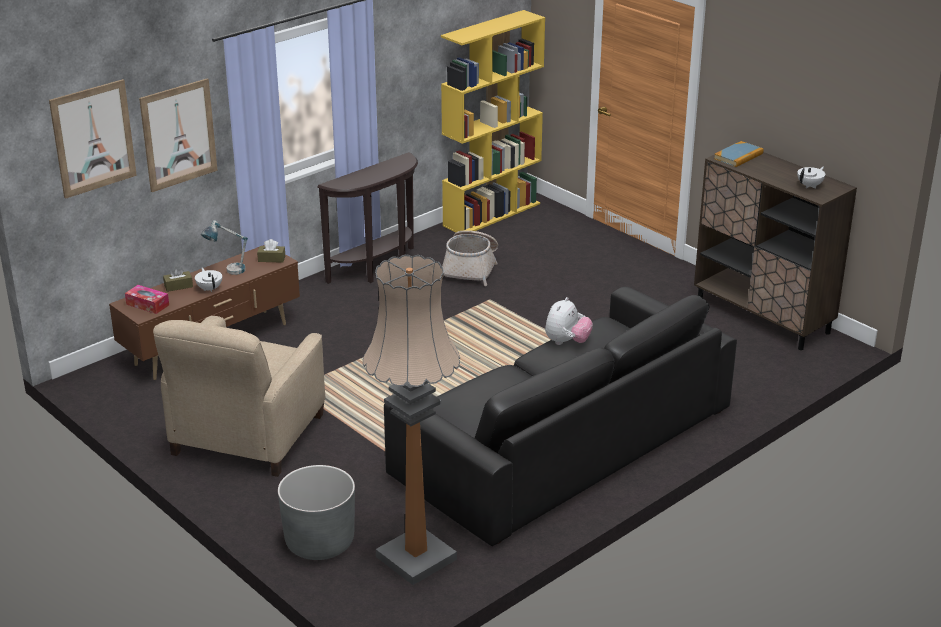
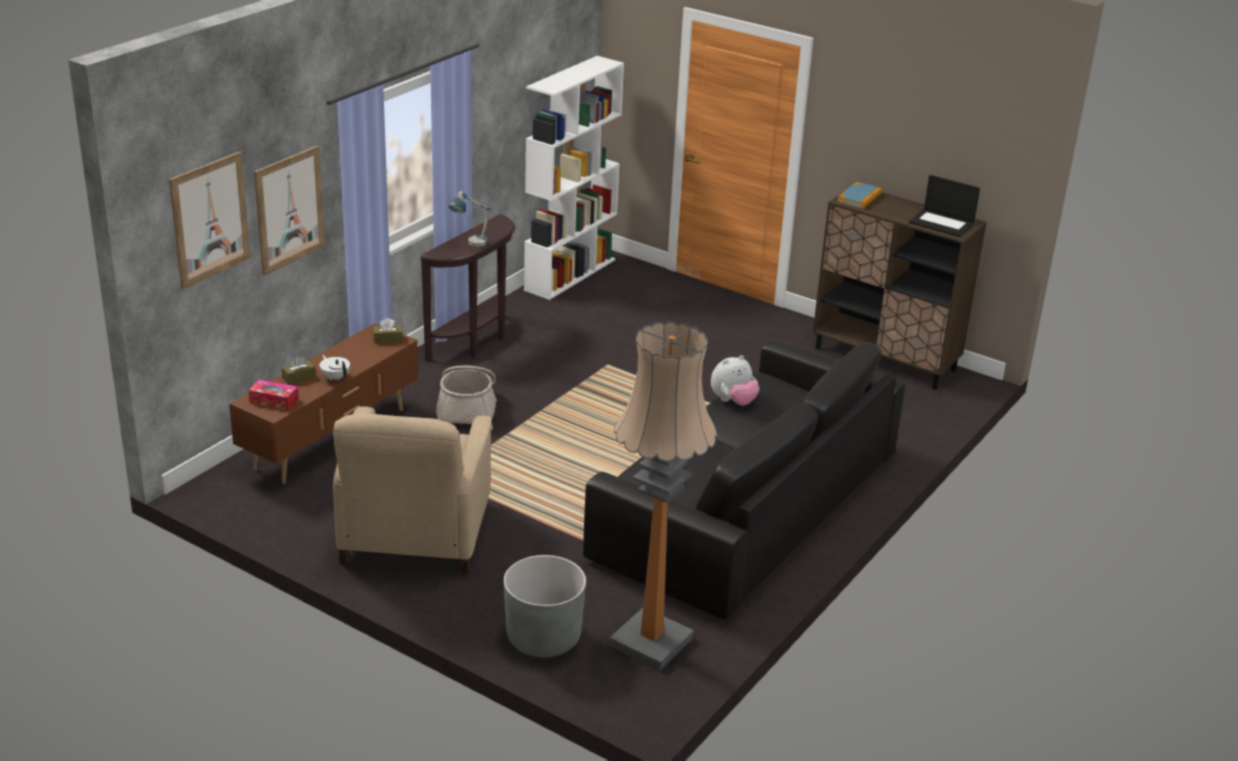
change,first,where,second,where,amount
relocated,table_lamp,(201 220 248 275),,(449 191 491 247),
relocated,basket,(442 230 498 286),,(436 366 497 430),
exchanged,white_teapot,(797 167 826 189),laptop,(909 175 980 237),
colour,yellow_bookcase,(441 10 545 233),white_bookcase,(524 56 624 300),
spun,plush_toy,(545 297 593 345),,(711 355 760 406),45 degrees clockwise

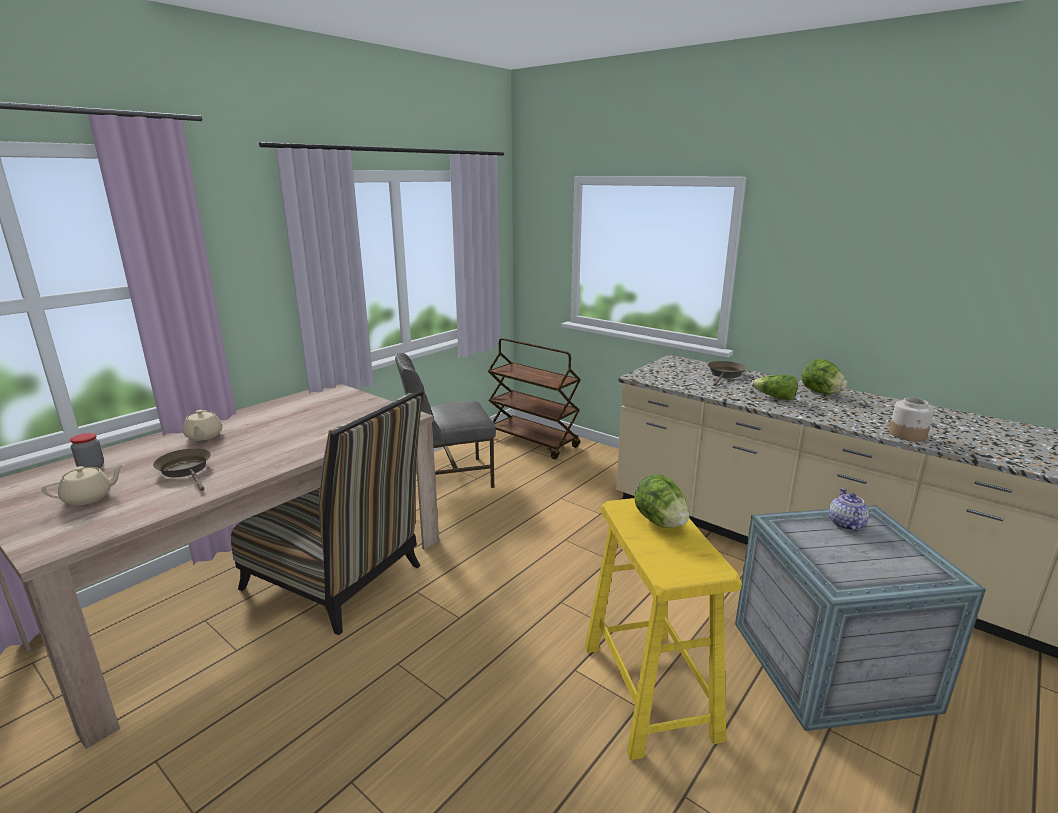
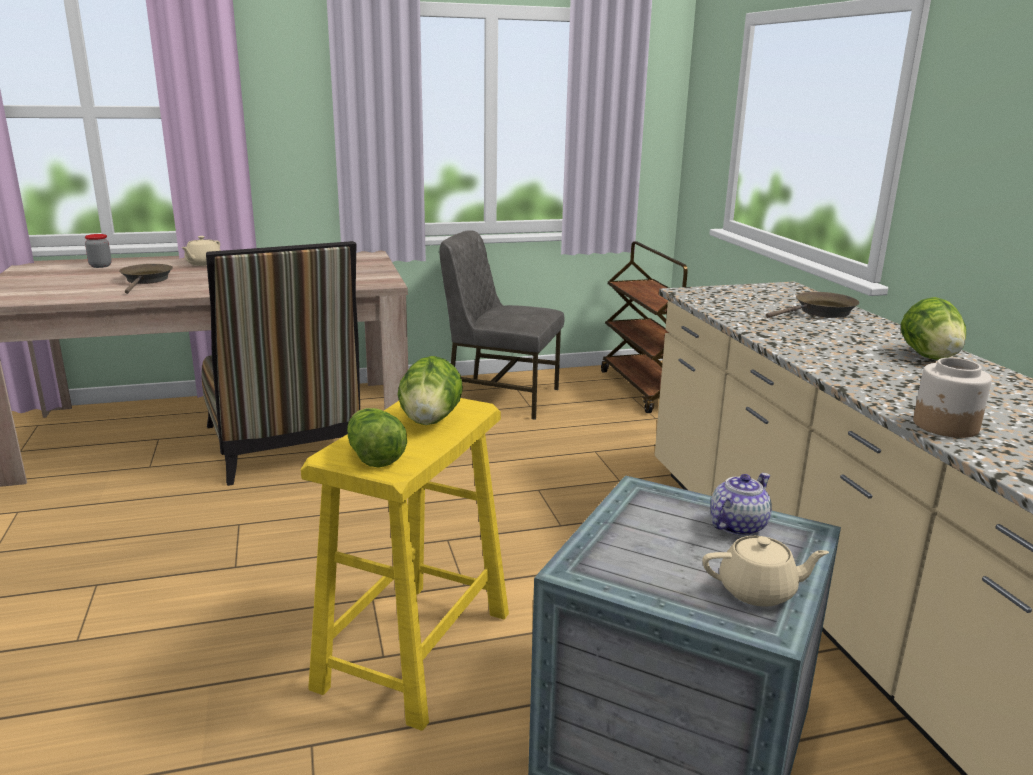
change,first,where,second,where,amount
relocated,beige_teapot,(41 464 125 505),,(703 536 829 607),
relocated,lettuce,(751 375 798 401),,(347 408 407 468),

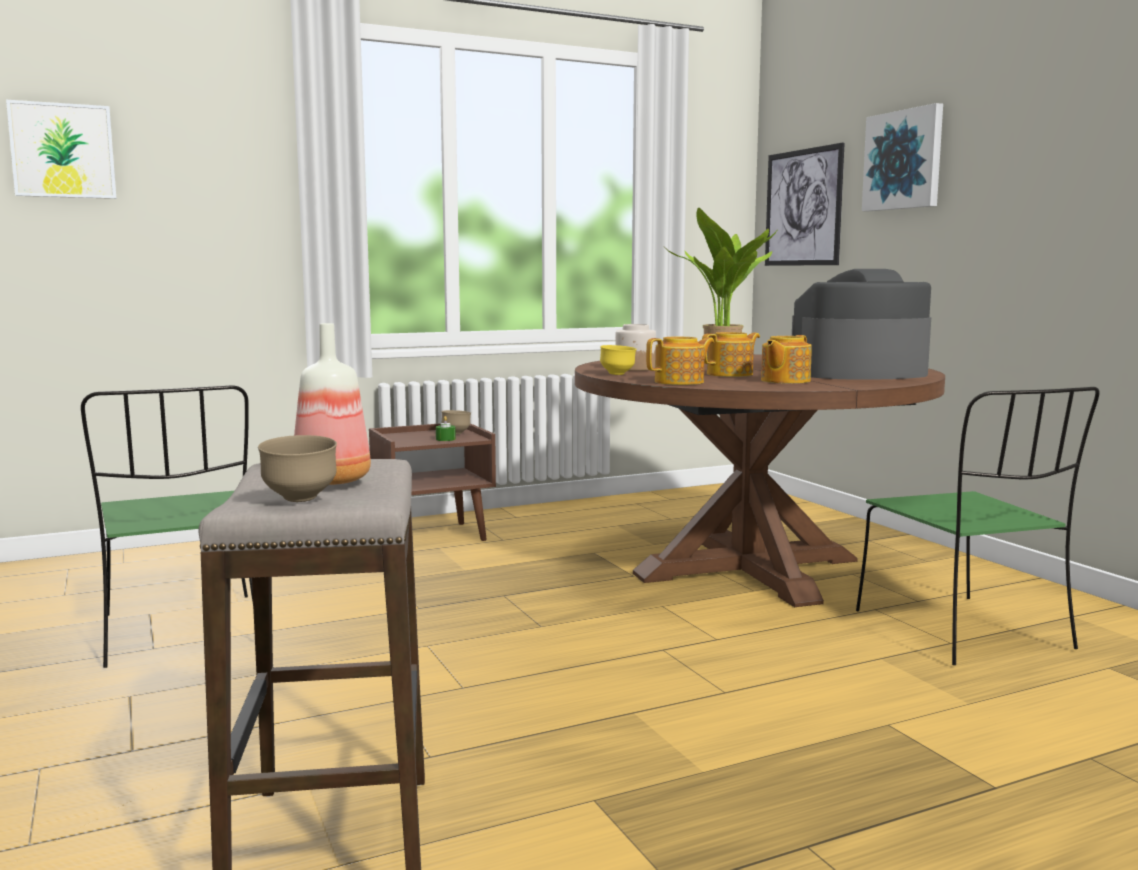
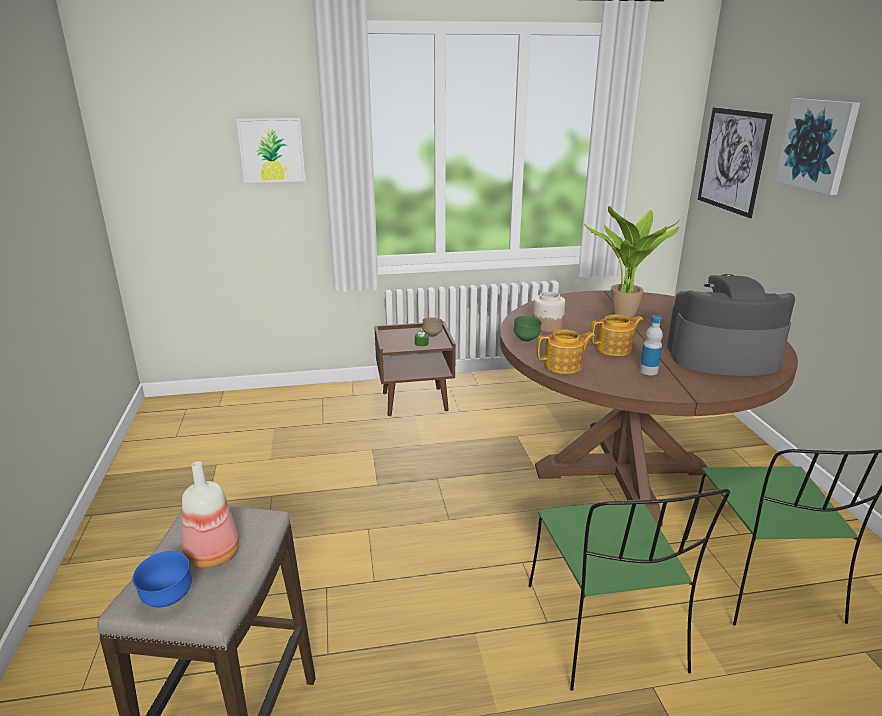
change,first,where,second,where,amount
relocated,picture,(6 100 116 199),,(236 118 306 183),
relocated,green_chair,(81 385 253 668),,(529 489 730 691),
exchanged,teapot,(761 335 812 384),bottle,(640 315 663 375),
colour,brown_bowl,(258 435 337 502),blue_bowl,(133 551 192 607),
colour,yellow_bowl,(600 345 636 375),green_bowl,(514 316 542 342),

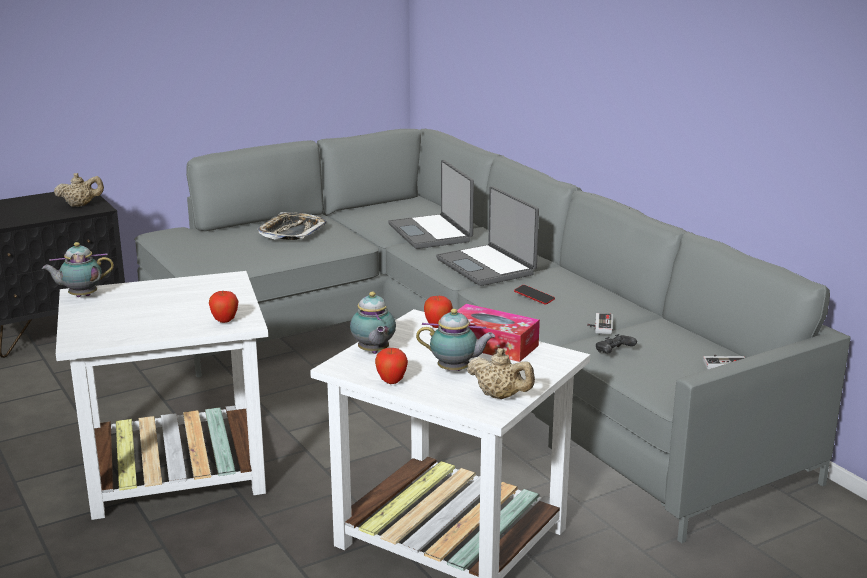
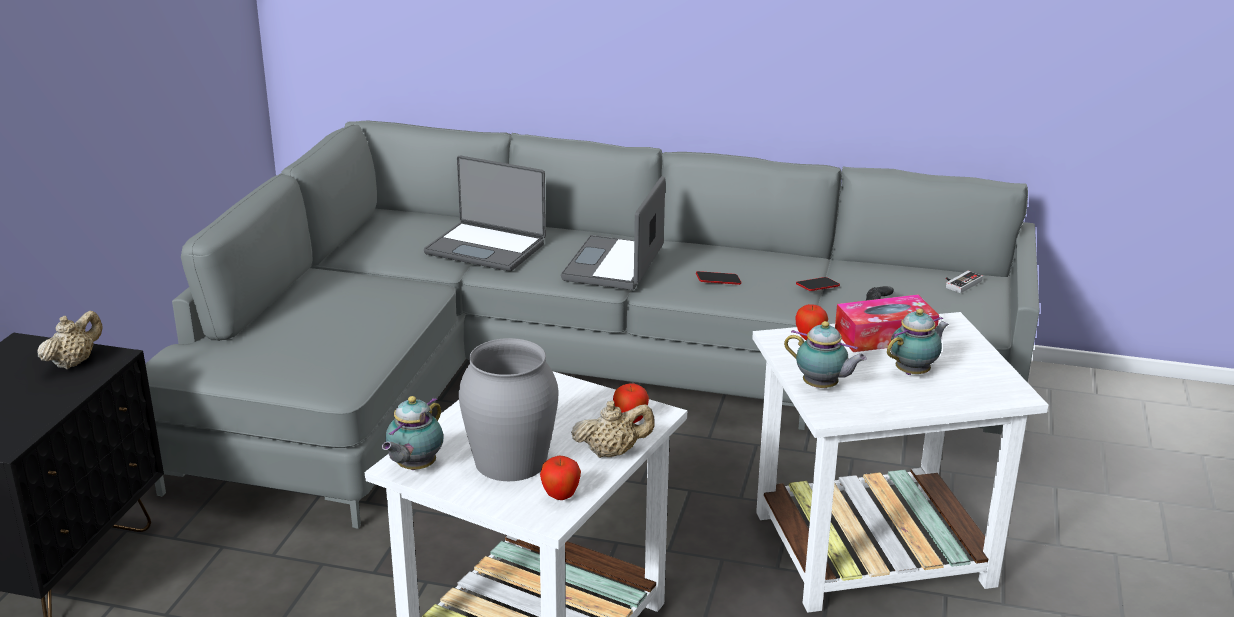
change,first,where,second,where,amount
missing,tray,(257 212 327 240),,,
appeared,,,grey_vase,(459 338 558 481),
relocated,apple,(375 348 408 384),,(540 456 581 500),
relocated,beige_teapot,(467 348 535 399),,(571 400 655 458),
exchanged,game_controller,(587 313 613 334),phone,(796 277 840 291),
spun,laptop,(436 186 539 286),,(561 176 665 290),90 degrees clockwise

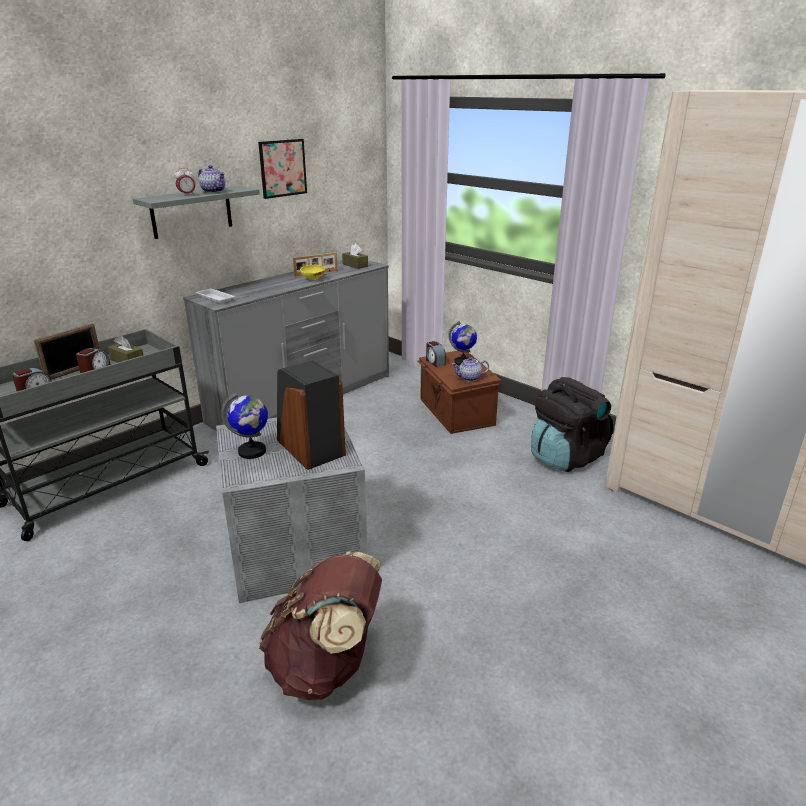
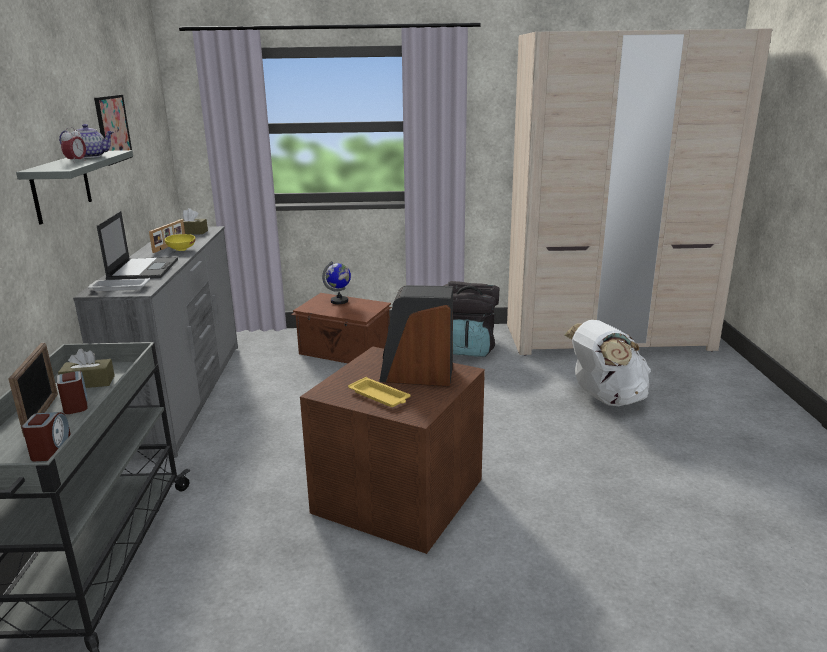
change,first,where,second,where,amount
missing,brown_backpack,(259 551 382 700),,,
missing,alarm_clock,(426 341 446 367),,,
missing,teapot,(452 357 489 382),,,
appeared,,,laptop,(97 211 178 280),
appeared,,,white_backpack,(565 320 651 406),
exchanged,globe,(221 392 268 459),yellow_tray,(348 377 410 407),
colour,grey_storage_box,(216 418 367 603),brown_storage_box,(300 347 485 554),

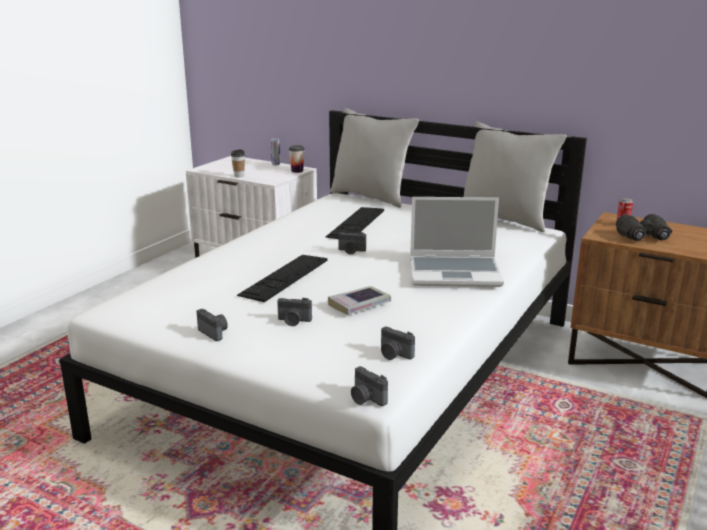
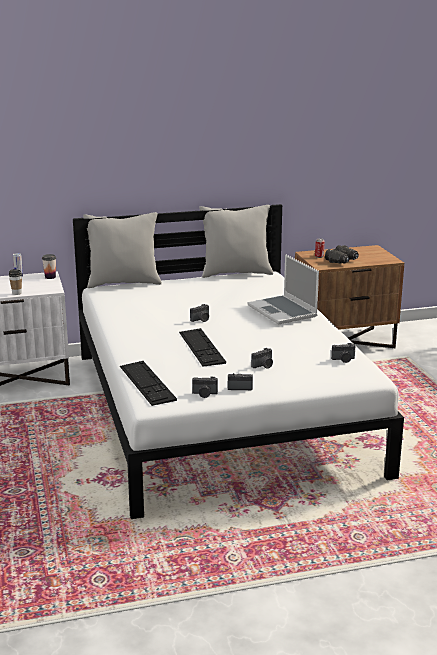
change,first,where,second,where,amount
missing,book,(328 286 391 315),,,
relocated,keyboard,(326 207 384 239),,(120 361 177 406),
relocated,photo_camera,(351 366 388 406),,(192 376 218 398),
spun,laptop,(410 197 504 287),,(248 254 319 325),105 degrees clockwise

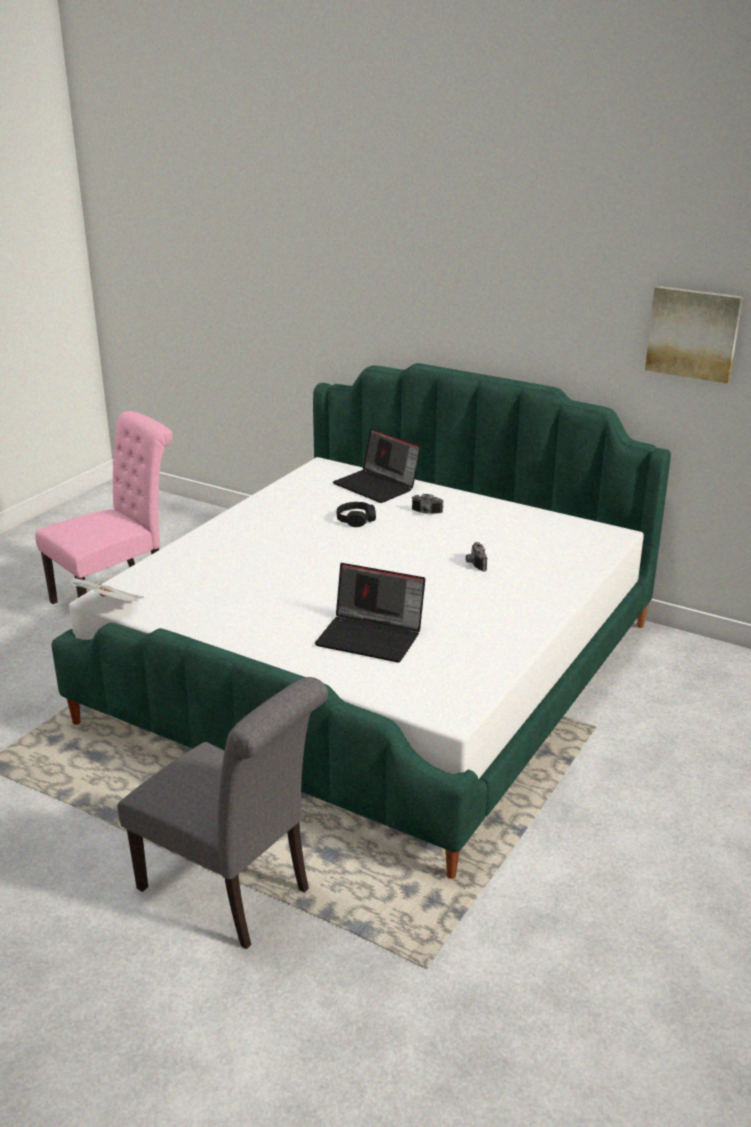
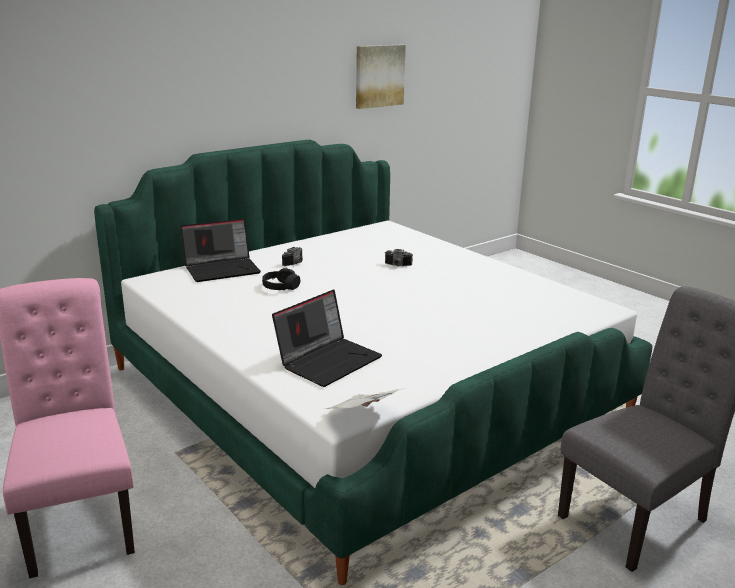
change,first,where,second,where,amount
relocated,laptop,(315 563 425 662),,(272 289 382 387),

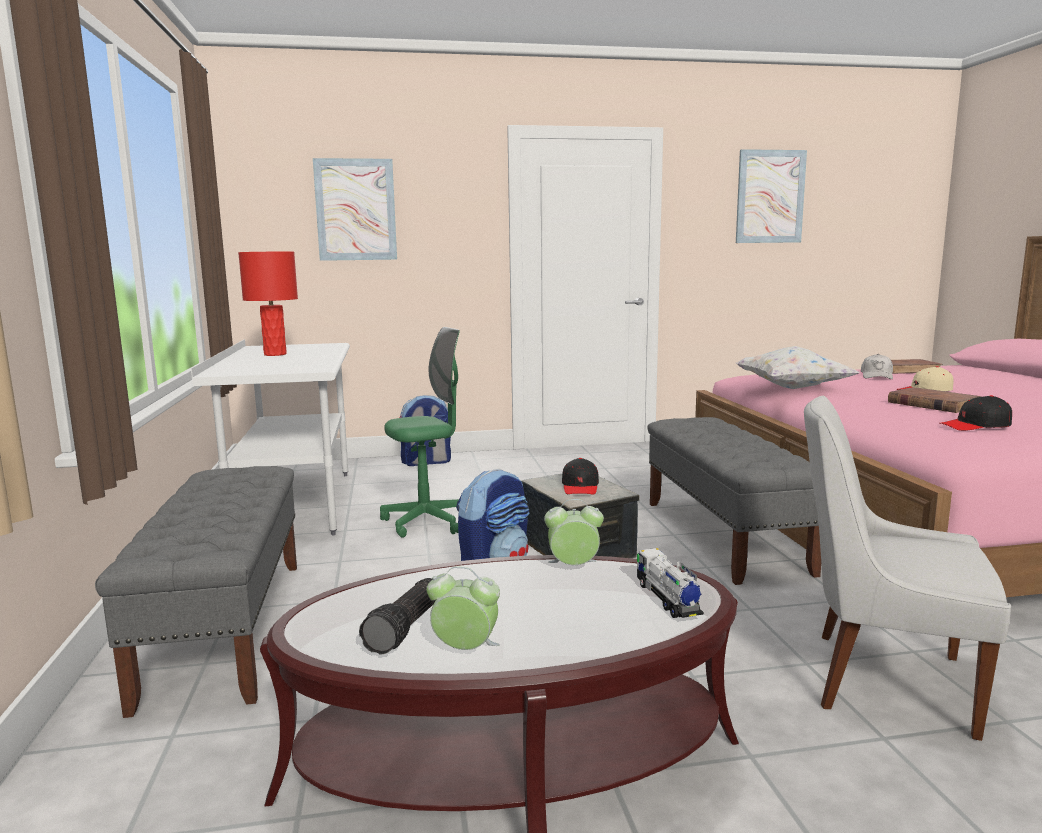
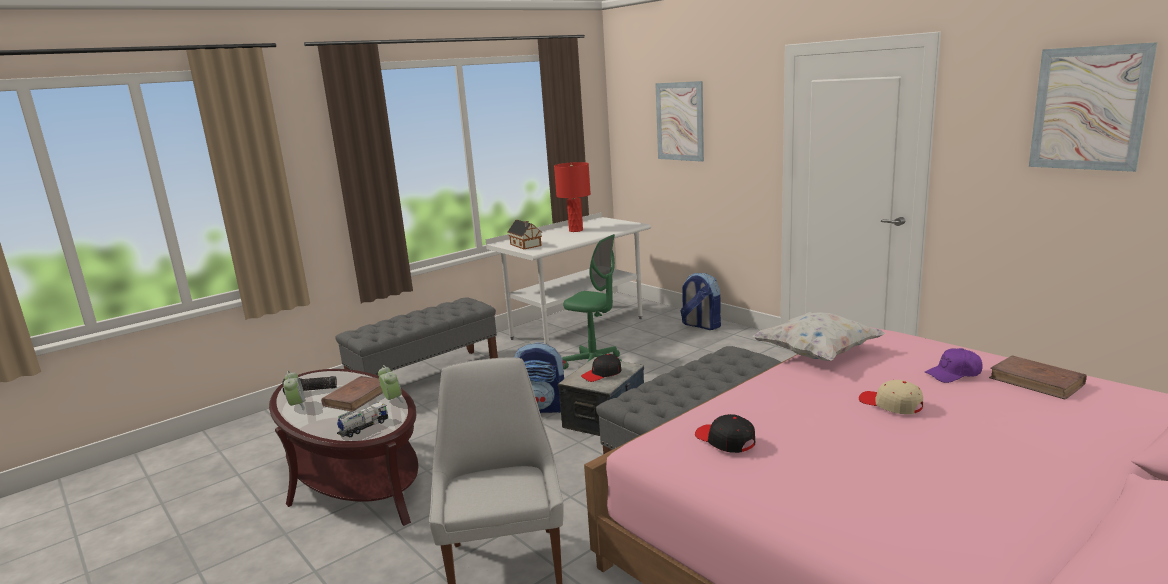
change,first,where,second,where,amount
appeared,,,toy_house,(508 220 542 249),
relocated,brown_book,(888 387 981 413),,(321 376 383 412),
colour,white_cap,(860 354 893 379),purple_cap,(925 348 983 383),

